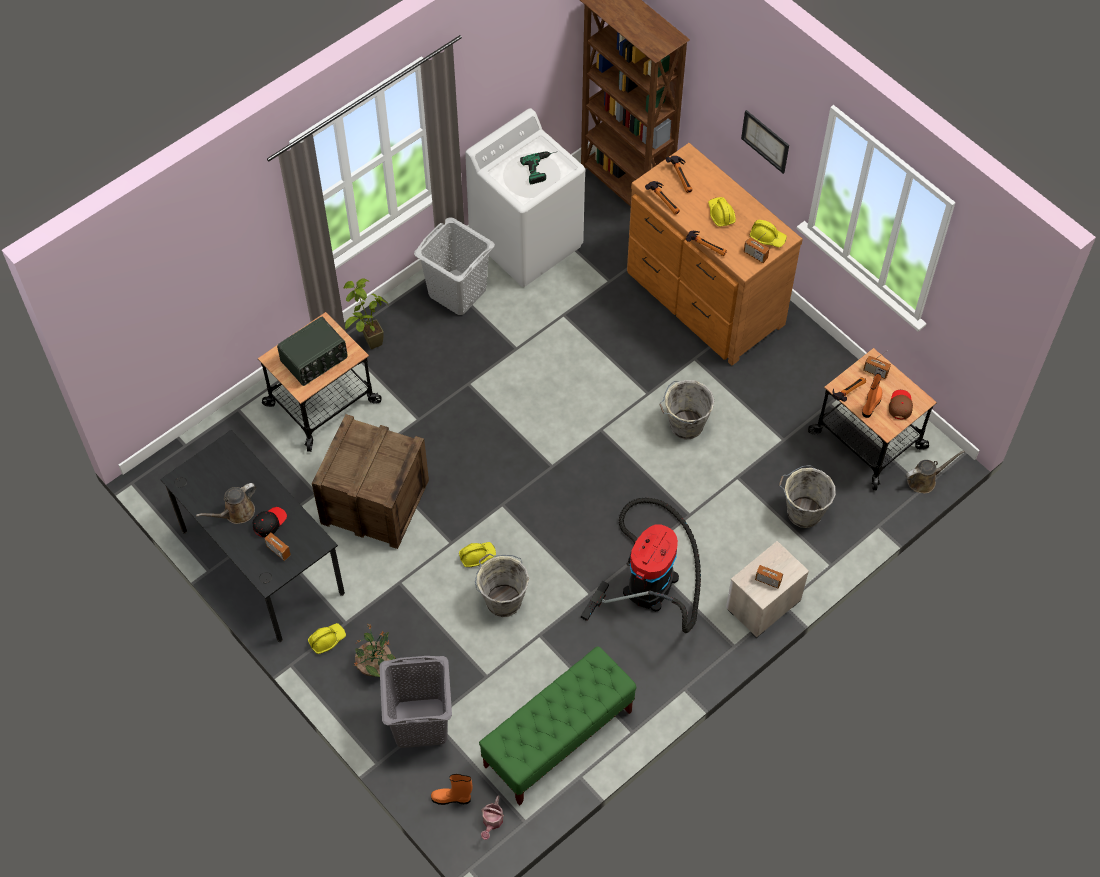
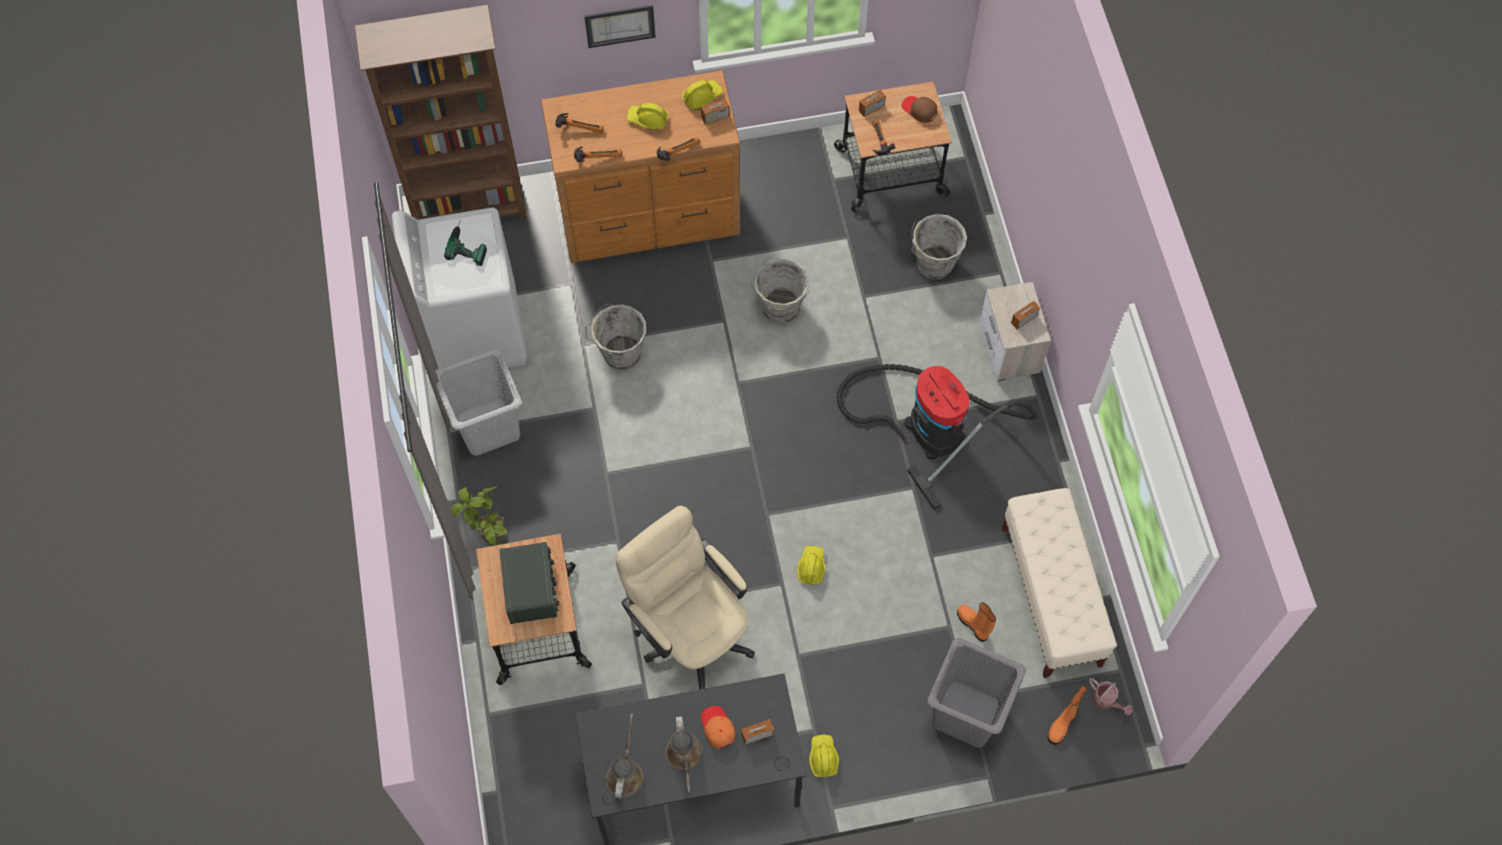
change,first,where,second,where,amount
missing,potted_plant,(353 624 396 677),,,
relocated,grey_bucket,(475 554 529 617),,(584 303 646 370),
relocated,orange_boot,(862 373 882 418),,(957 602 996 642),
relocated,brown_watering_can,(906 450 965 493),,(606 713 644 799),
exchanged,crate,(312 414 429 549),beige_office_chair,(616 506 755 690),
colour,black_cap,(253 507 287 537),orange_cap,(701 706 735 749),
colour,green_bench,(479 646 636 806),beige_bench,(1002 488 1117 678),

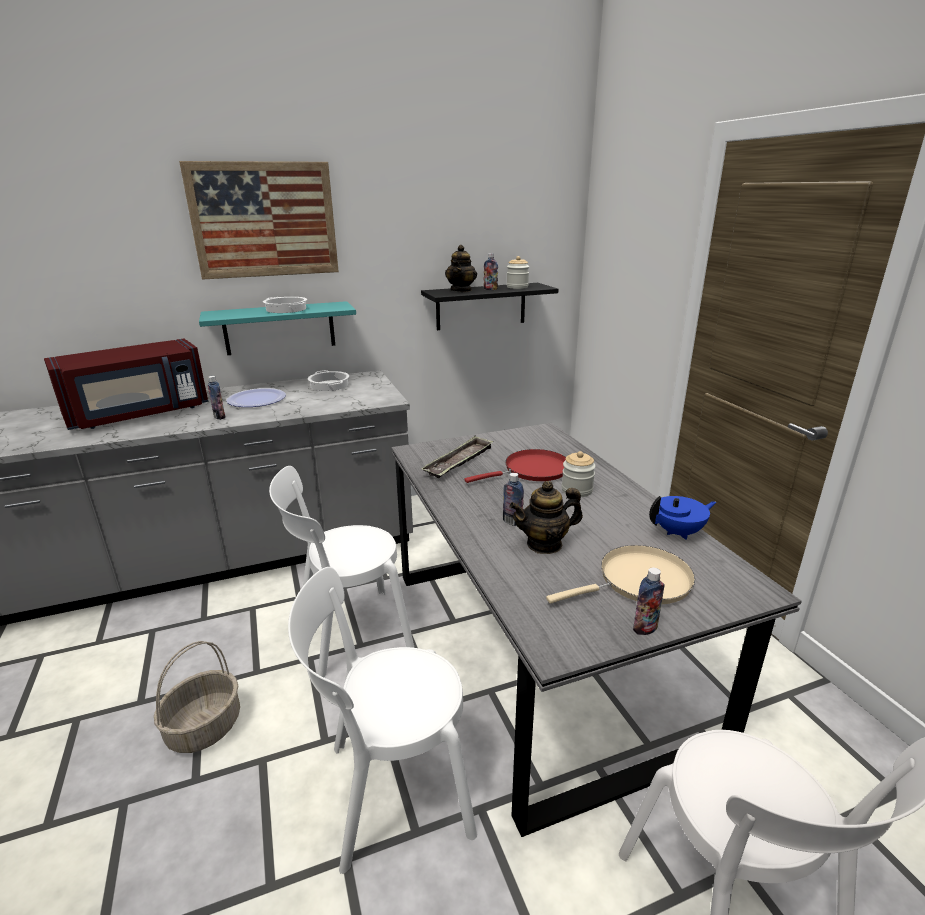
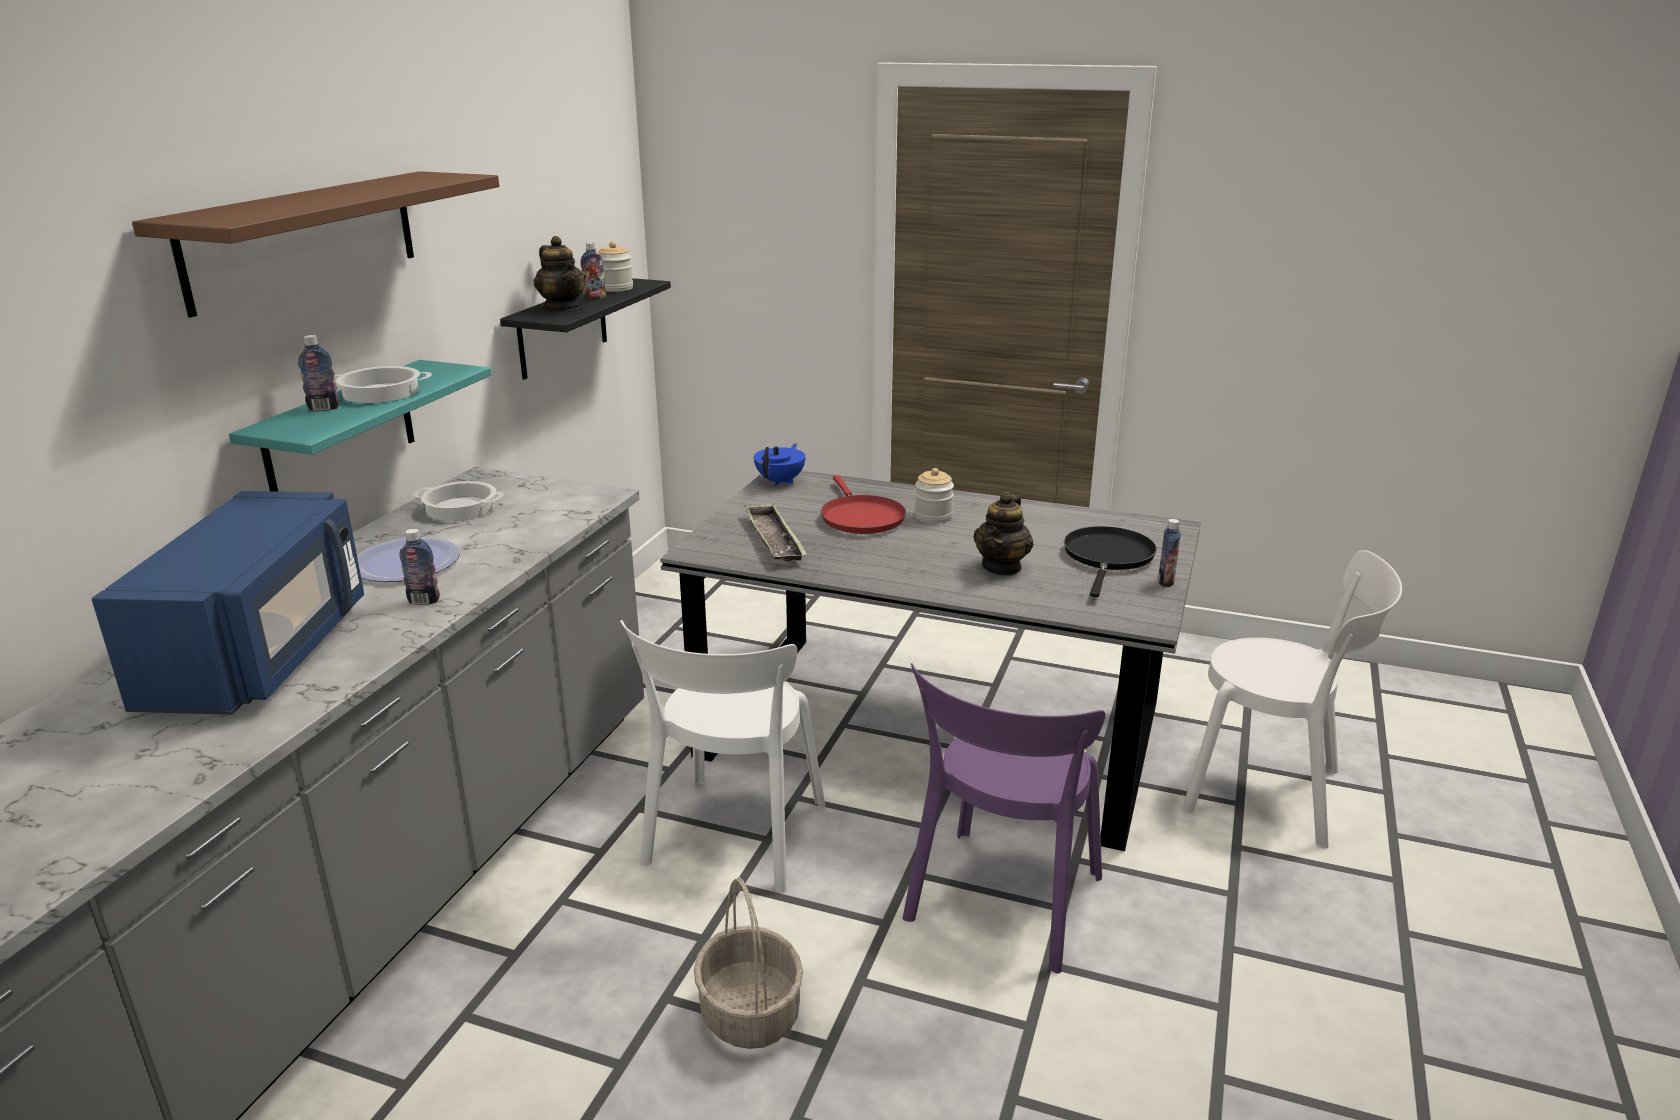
change,first,where,second,where,amount
relocated,bottle,(503 473 524 526),,(298 335 340 411),
relocated,blue_teapot,(649 496 716 540),,(754 444 806 486),
exchanged,picture,(179 161 339 280),brown_shelf,(132 171 499 318),
colour,red_microwave,(44 339 208 430),blue_microwave,(92 491 364 715),
colour,white_chair,(288 567 477 874),purple_chair,(903 663 1105 974),
colour,beige_frying_pan,(546 545 695 604),black_frying_pan,(1064 526 1157 597),
spun,red_frying_pan,(464 449 566 483),,(821 475 906 534),150 degrees clockwise

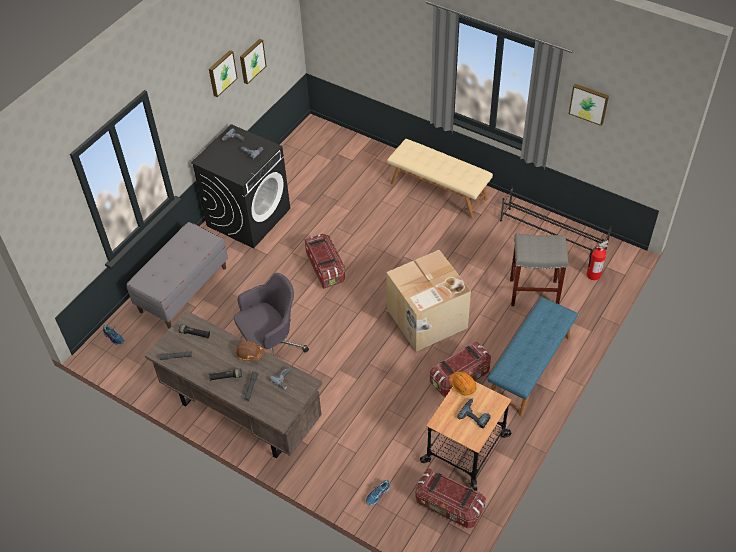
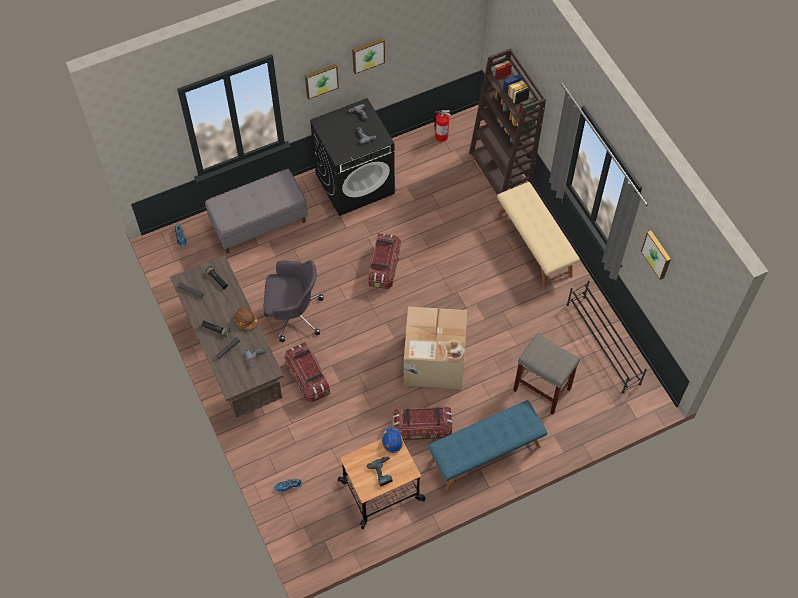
change,first,where,second,where,amount
appeared,,,brown_bookcase,(469 48 546 195),
relocated,picture,(240 39 266 84),,(305 64 339 99),
relocated,storage_box,(416 469 486 529),,(284 342 330 403),
relocated,fire_extinguisher,(586 241 608 280),,(434 110 451 142),
colour,orange_hard_hat,(449 372 476 395),blue_hard_hat,(382 427 403 453),

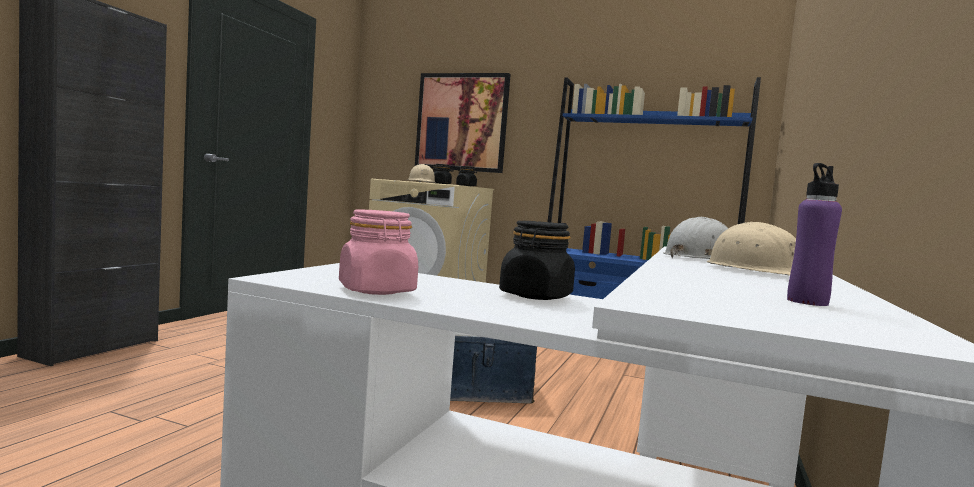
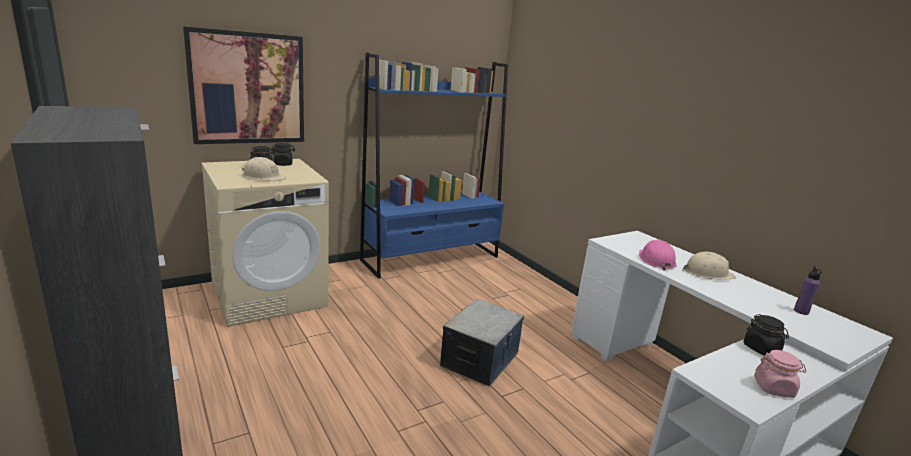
change,first,where,second,where,amount
colour,white_hard_hat,(663 217 728 259),pink_hard_hat,(639 240 677 271),

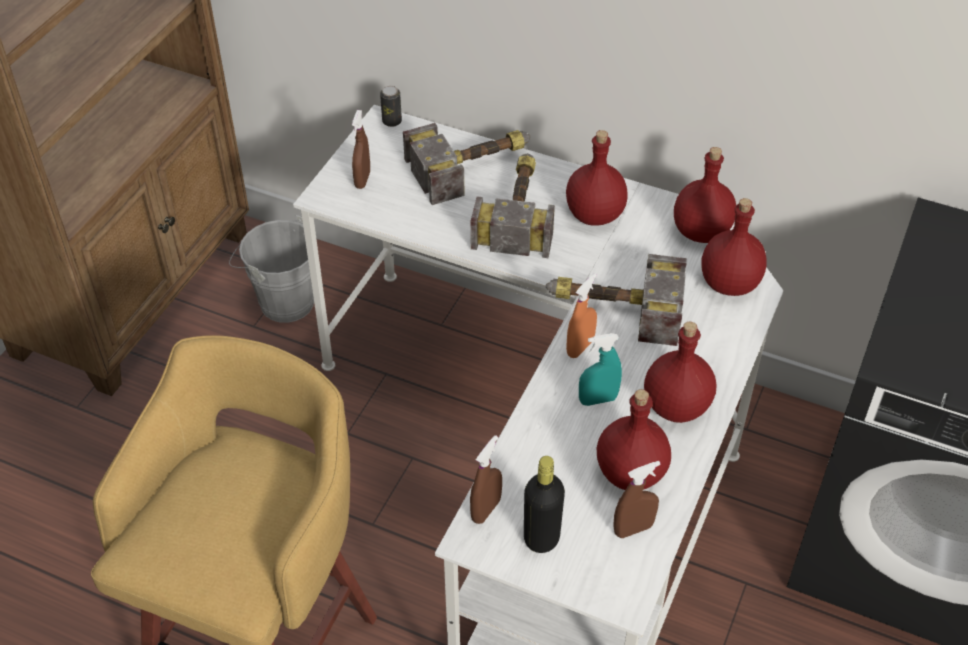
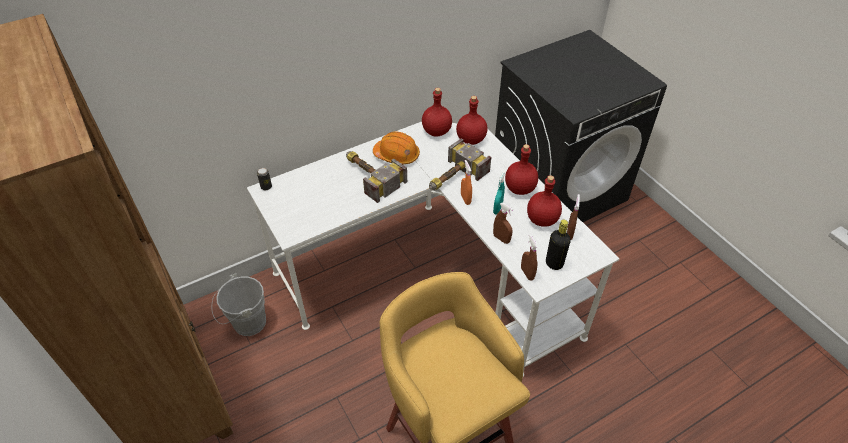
change,first,where,second,where,amount
missing,hammer,(403 123 531 205),,,
relocated,brown_spray_bottle,(352 110 370 189),,(493 202 514 244),
exchanged,red_bottle,(566 130 628 226),orange_hard_hat,(373 132 420 164),

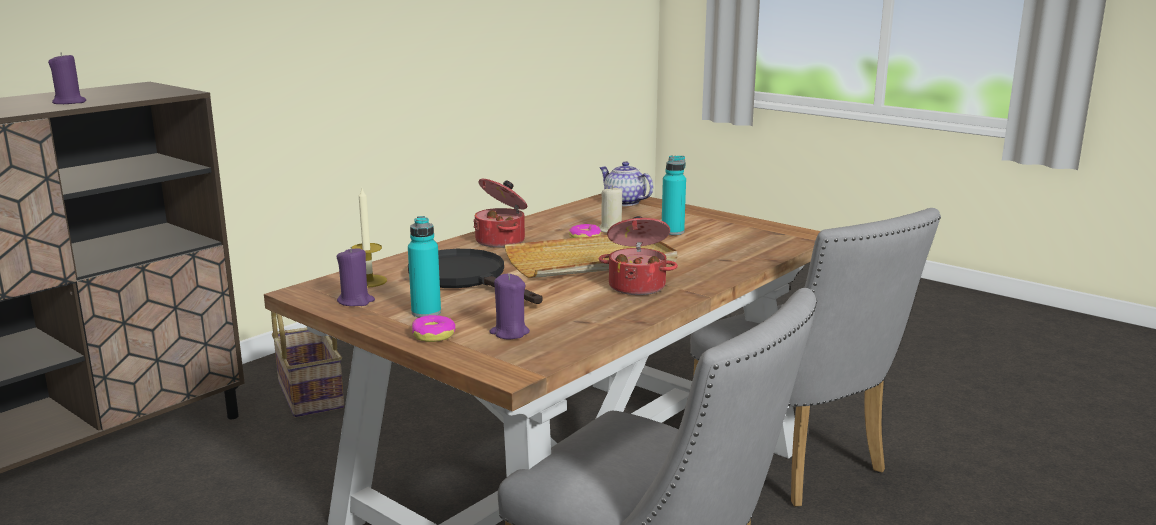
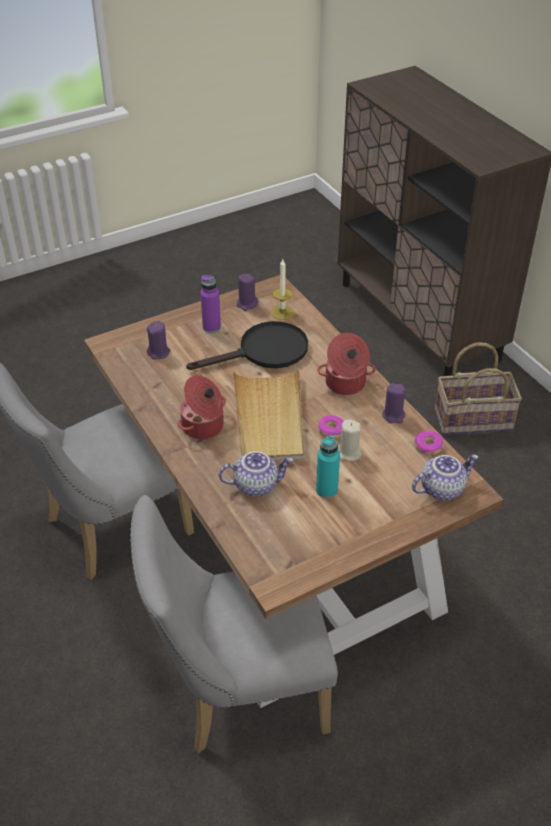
change,first,where,second,where,amount
appeared,,,teapot,(219 451 293 497),
relocated,purple_candle,(48 52 86 104),,(382 383 406 424),
relocated,donut,(412 315 456 342),,(415 431 443 455),
colour,turquoise_bottle,(408 216 441 318),purple_bottle,(200 275 221 333),

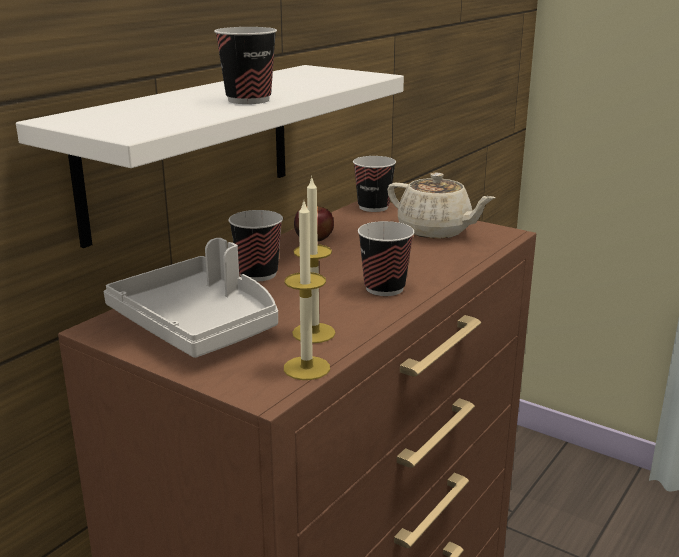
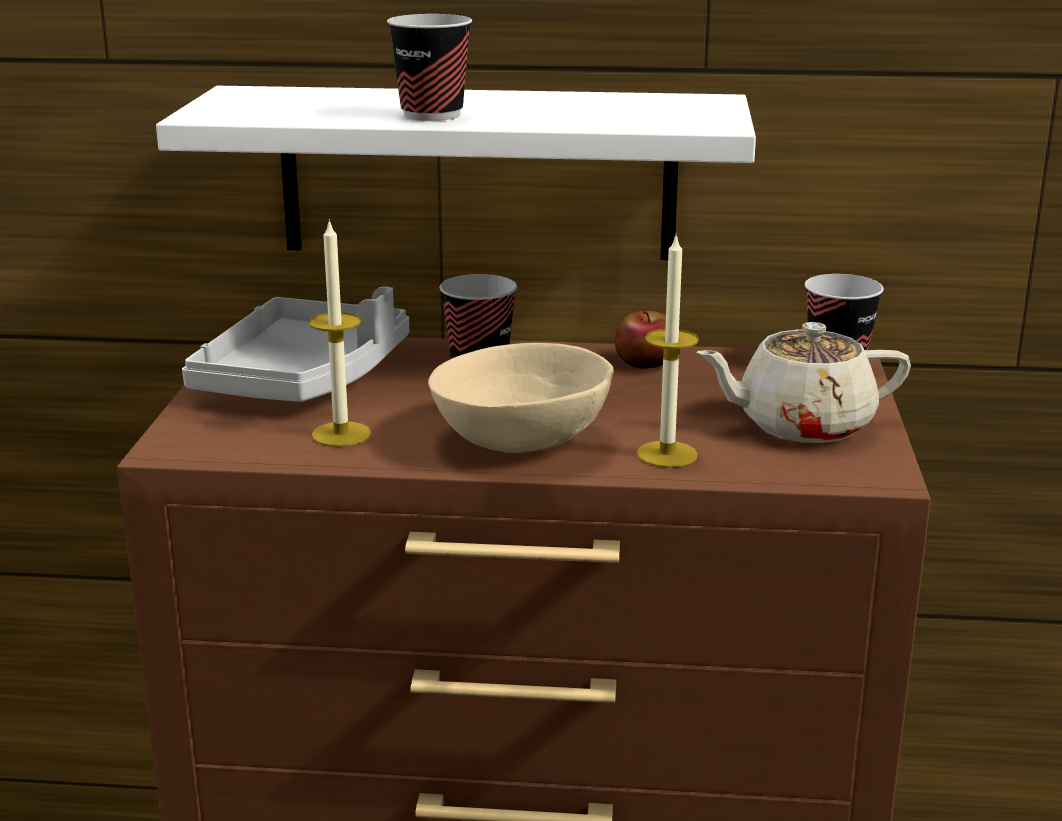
change,first,where,second,where,amount
relocated,candle,(284 202 330 380),,(637 233 699 468),
exchanged,cup,(358 221 414 296),beige_bowl,(428 343 614 453),
spun,beige_teapot,(387 173 496 239),,(696 322 911 443),75 degrees clockwise

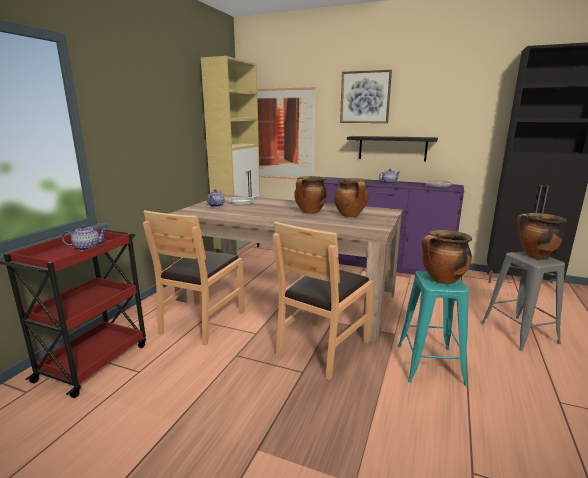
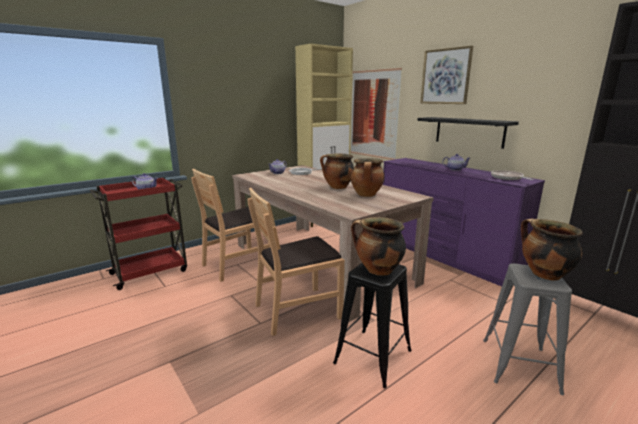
change,first,where,second,where,amount
colour,turquoise_stool,(398 271 469 386),black_stool,(333 263 412 388),

